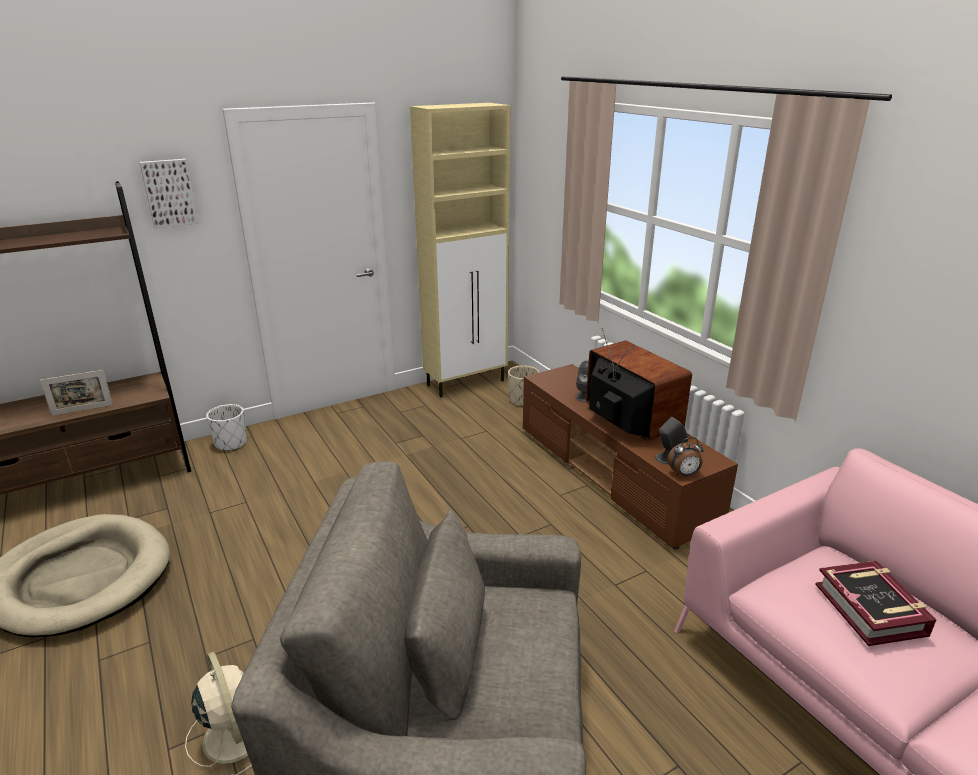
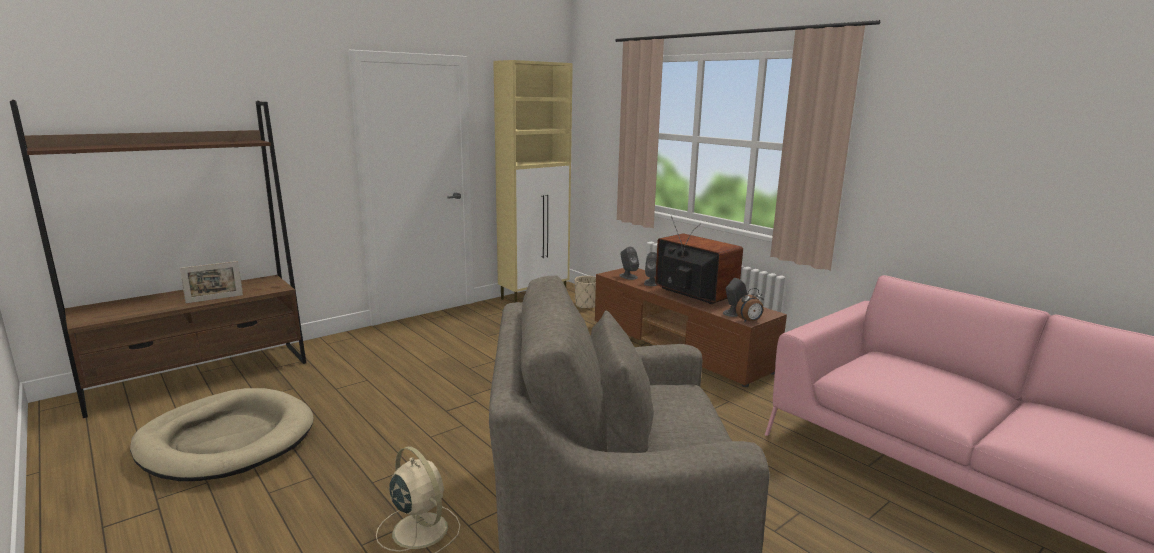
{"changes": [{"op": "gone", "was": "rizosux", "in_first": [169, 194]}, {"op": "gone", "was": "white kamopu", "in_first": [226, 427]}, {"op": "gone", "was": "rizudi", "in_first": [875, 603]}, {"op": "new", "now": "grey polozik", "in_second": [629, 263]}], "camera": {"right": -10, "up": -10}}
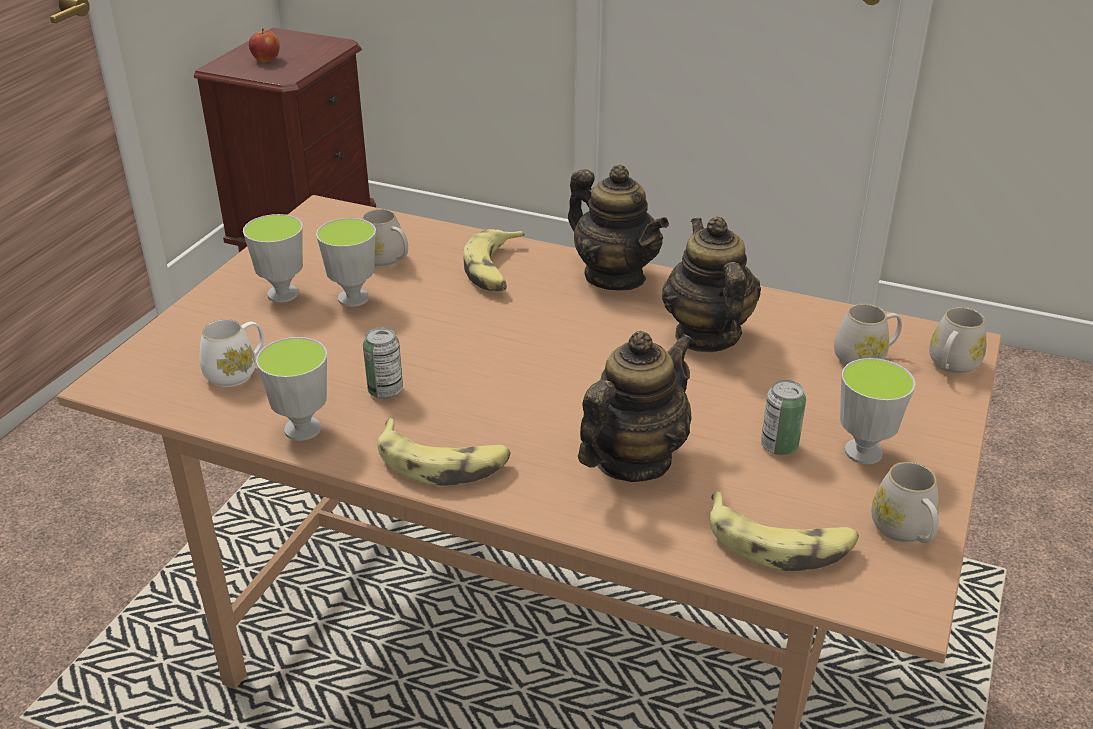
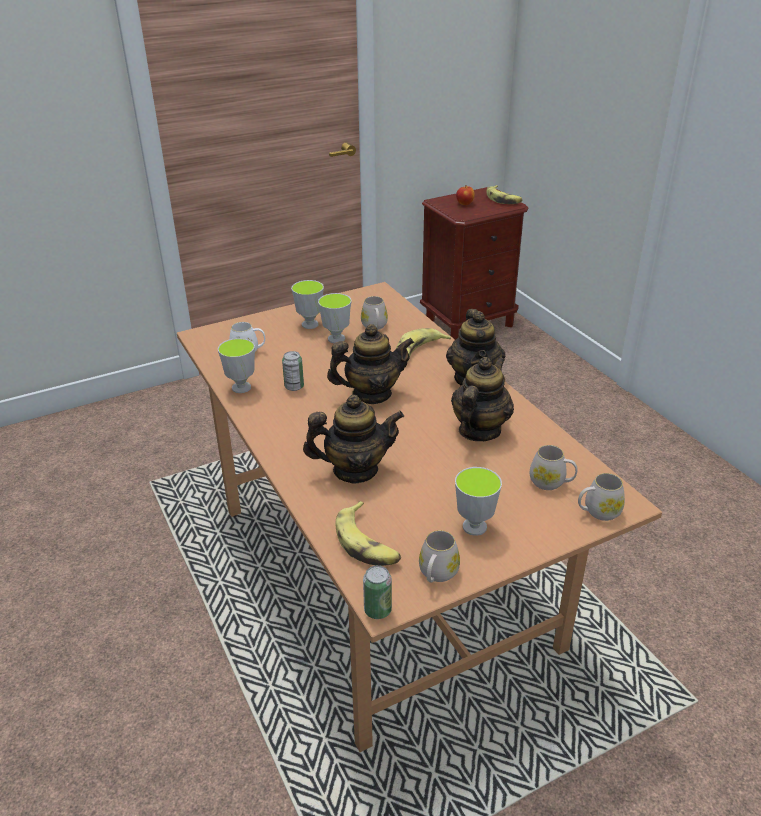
{"changes": [{"op": "shifted", "was": "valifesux", "in_first": [444, 452], "in_second": [504, 194]}, {"op": "shifted", "was": "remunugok", "in_first": [783, 417], "in_second": [377, 592]}, {"op": "new", "now": "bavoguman", "in_second": [370, 364]}], "camera": {"right": 40, "up": 0}}
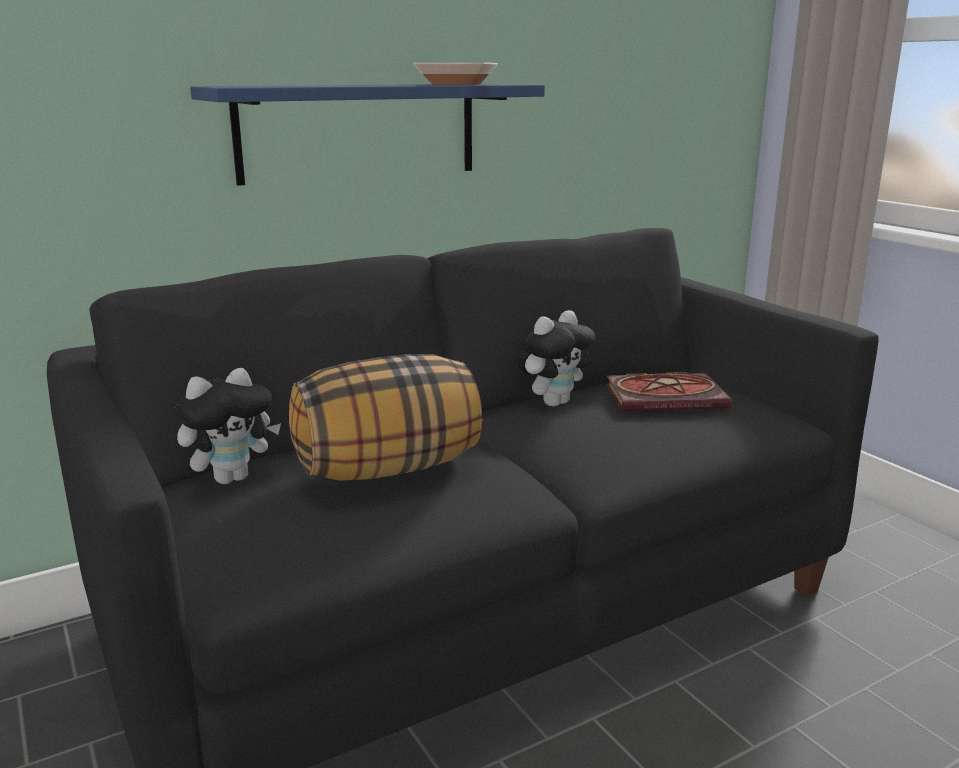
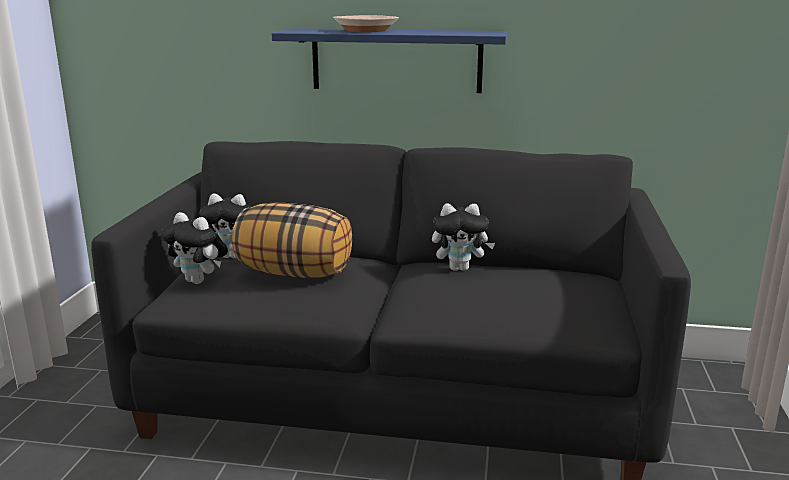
{"changes": [{"op": "shifted", "was": "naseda", "in_first": [455, 73], "in_second": [366, 24]}, {"op": "gone", "was": "rizudi", "in_first": [669, 391]}, {"op": "new", "now": "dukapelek", "in_second": [194, 248]}], "camera": {"right": 40, "up": 0}}
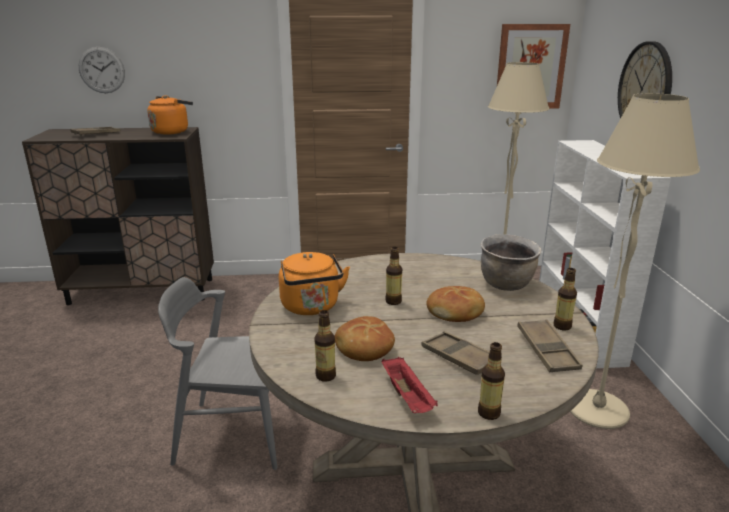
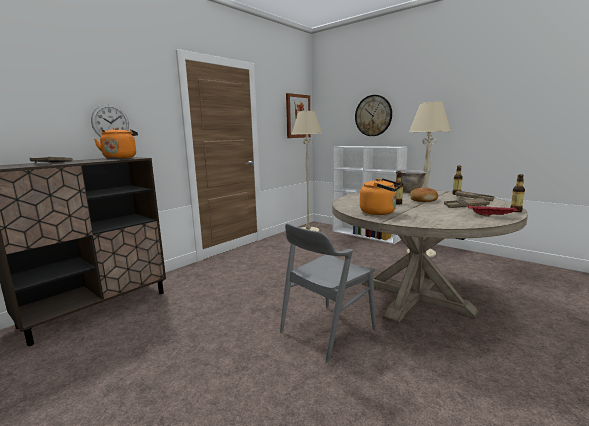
{"changes": [{"op": "shifted", "was": "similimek", "in_first": [101, 70], "in_second": [110, 120]}, {"op": "gone", "was": "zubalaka", "in_first": [325, 346]}, {"op": "gone", "was": "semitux", "in_first": [365, 338]}], "camera": {"right": -45, "up": -10}}
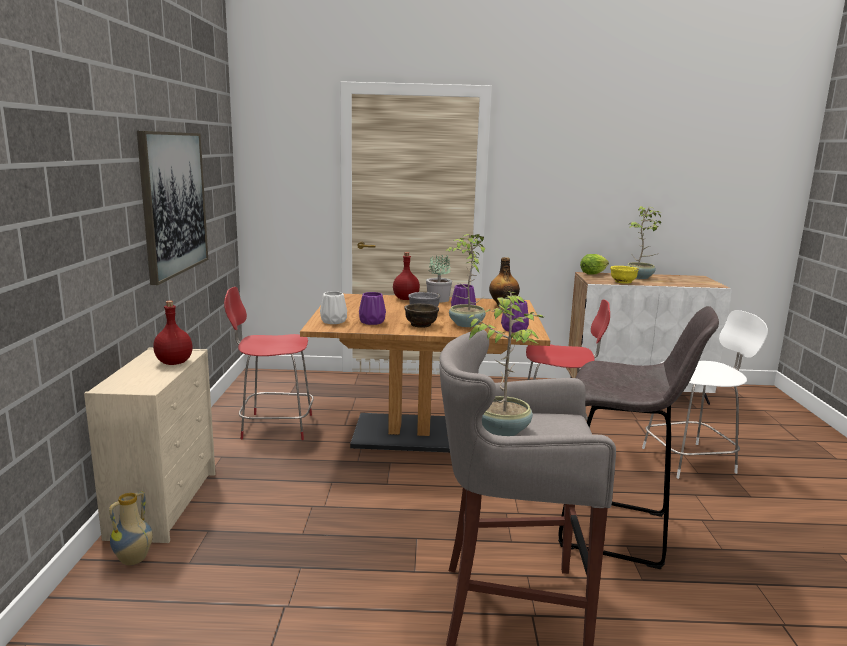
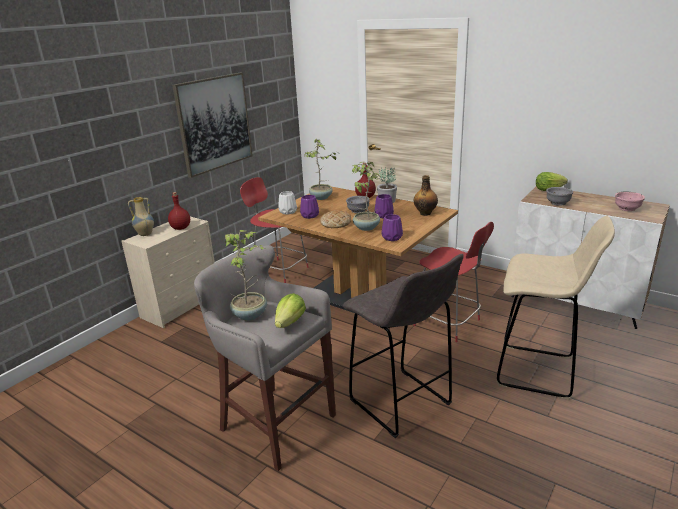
{"changes": [{"op": "shifted", "was": "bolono", "in_first": [131, 528], "in_second": [141, 216]}, {"op": "swapped", "was": "brown naseda", "now": "semitux", "in_first": [421, 315], "in_second": [335, 219]}, {"op": "repainted", "was": "yellow naseda", "now": "grey naseda", "in_first": [624, 275], "in_second": [559, 196]}, {"op": "shifted", "was": "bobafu", "in_first": [643, 242], "in_second": [320, 169]}, {"op": "swapped", "was": "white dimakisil", "now": "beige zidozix", "in_first": [705, 394], "in_second": [556, 308]}, {"op": "new", "now": "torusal", "in_second": [290, 310]}, {"op": "new", "now": "pink naseda", "in_second": [630, 201]}], "camera": {"right": 35, "up": 10}}
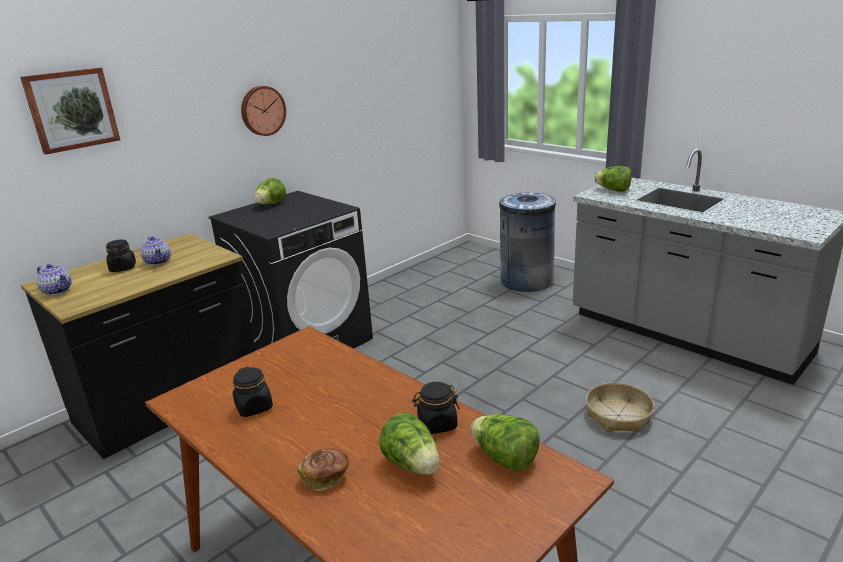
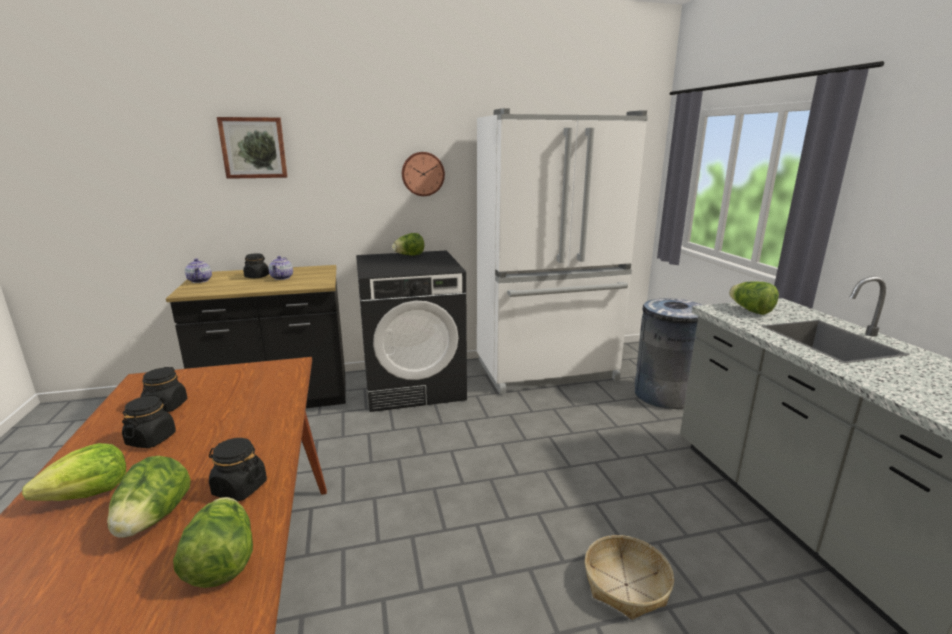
{"changes": [{"op": "swapped", "was": "semitux", "now": "torusal", "in_first": [323, 469], "in_second": [74, 472]}, {"op": "new", "now": "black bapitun", "in_second": [149, 422]}, {"op": "new", "now": "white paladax", "in_second": [562, 251]}], "camera": {"right": 30, "up": -5}}
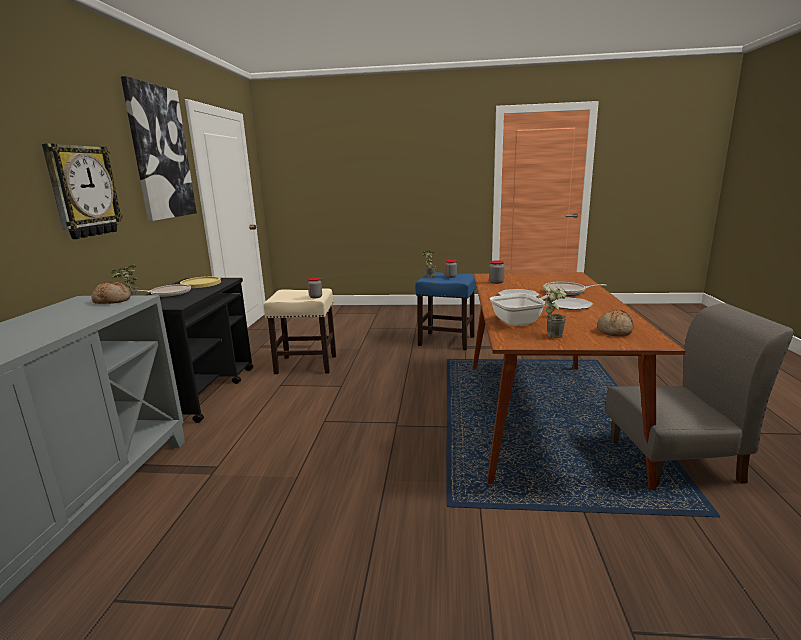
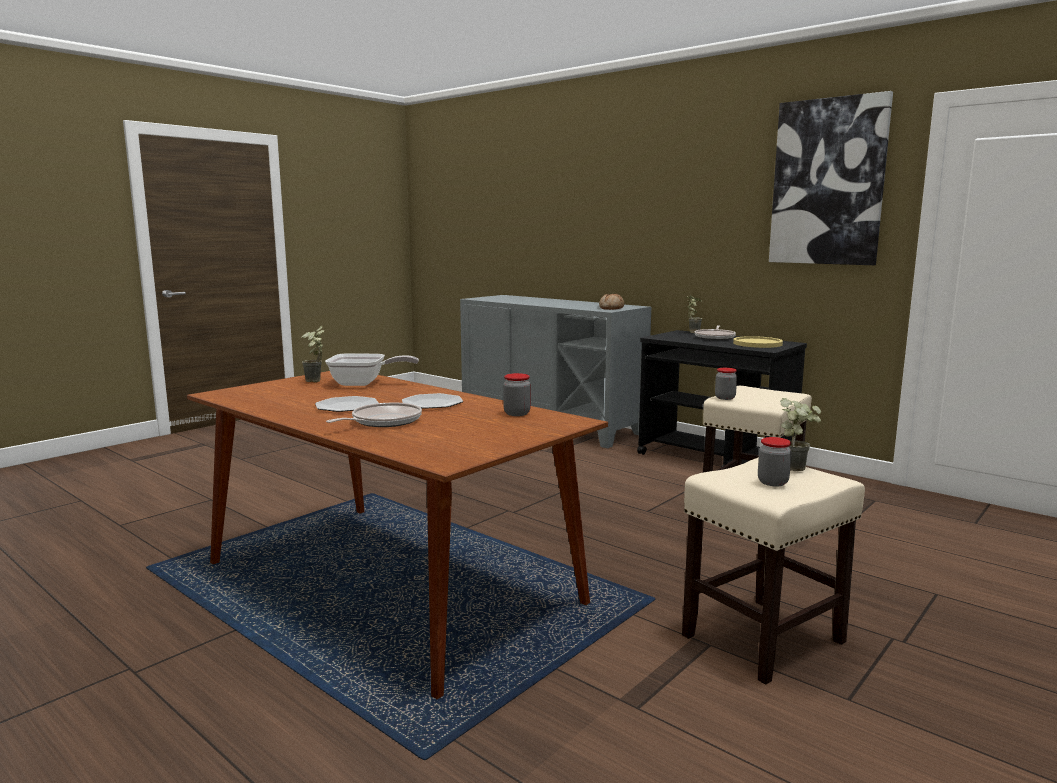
{"changes": [{"op": "gone", "was": "similimek", "in_first": [82, 191]}, {"op": "repainted", "was": "blue zidozix", "now": "beige zidozix", "in_first": [445, 311], "in_second": [773, 571]}, {"op": "rotated", "was": "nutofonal", "in_first": [528, 309], "in_second": [372, 369], "clockwise": -105}, {"op": "gone", "was": "semitux", "in_first": [615, 323]}, {"op": "gone", "was": "grey dimakisil", "in_first": [699, 395]}], "camera": {"right": 125, "up": -5}}
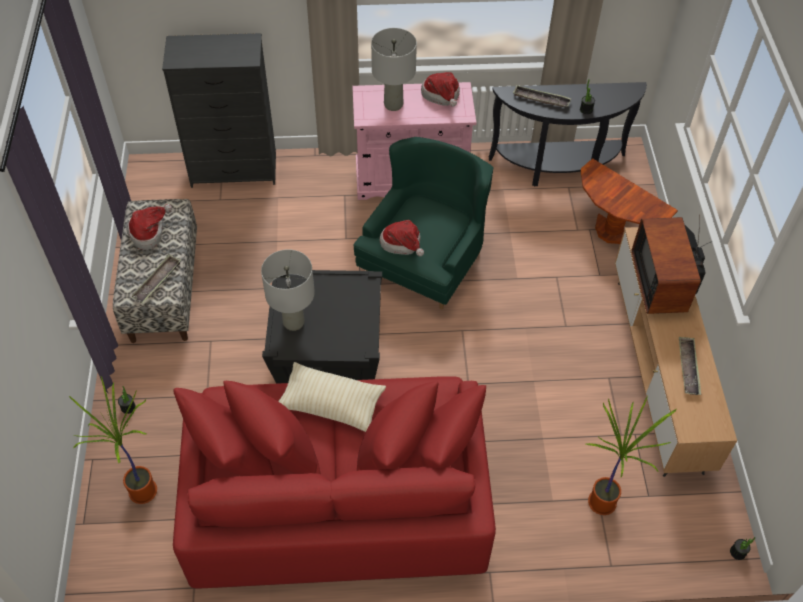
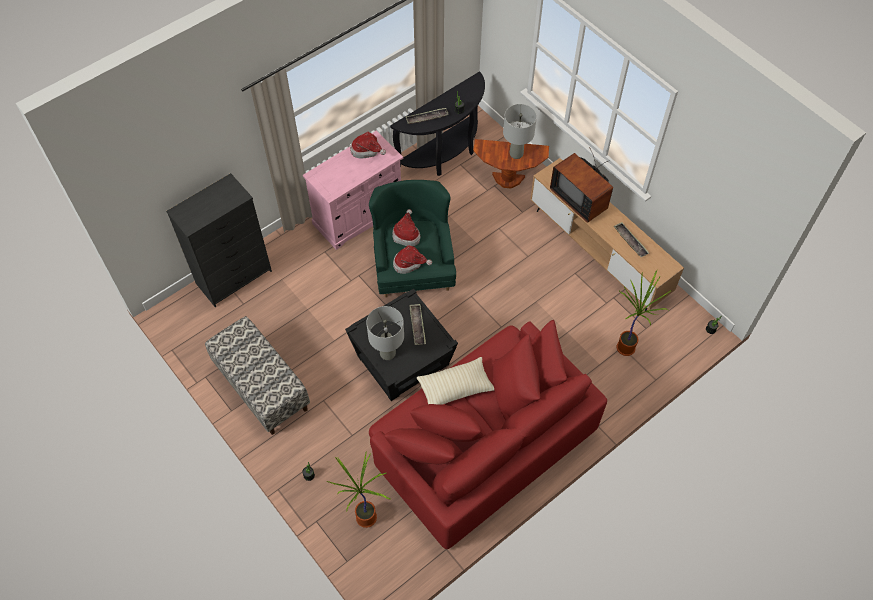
{"changes": [{"op": "shifted", "was": "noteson", "in_first": [149, 227], "in_second": [406, 227]}, {"op": "shifted", "was": "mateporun", "in_first": [156, 278], "in_second": [417, 324]}, {"op": "shifted", "was": "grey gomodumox", "in_first": [394, 69], "in_second": [520, 131]}], "camera": {"right": -35, "up": 5}}
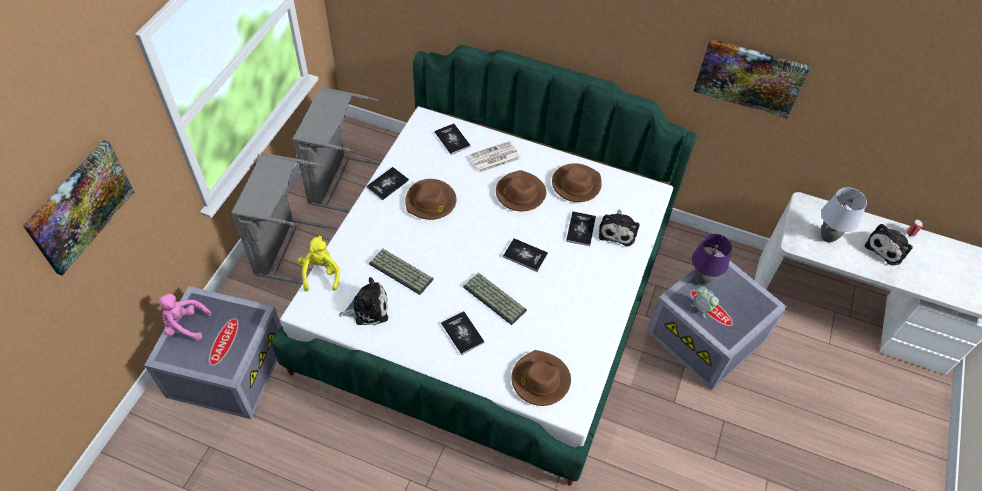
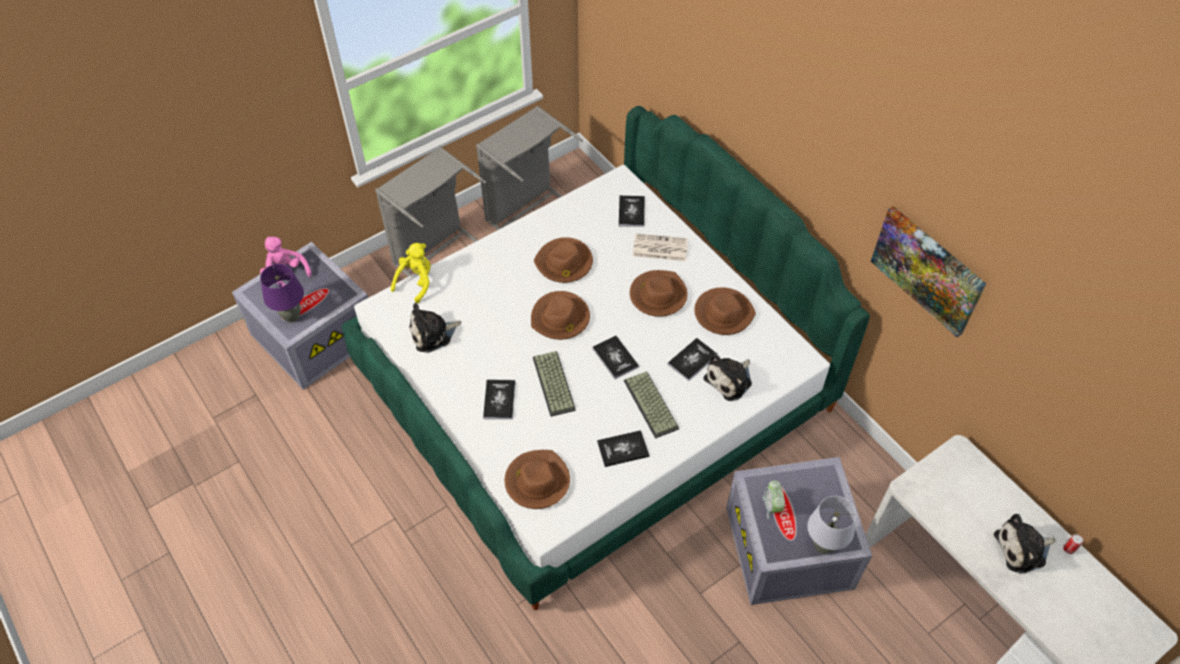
{"changes": [{"op": "gone", "was": "rizosux", "in_first": [78, 208]}, {"op": "rotated", "was": "dukapelek", "in_first": [363, 301], "in_second": [435, 328], "clockwise": 135}, {"op": "shifted", "was": "rizudi", "in_first": [387, 183], "in_second": [623, 448]}, {"op": "shifted", "was": "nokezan", "in_first": [401, 272], "in_second": [651, 405]}, {"op": "shifted", "was": "purple gomodumox", "in_first": [712, 259], "in_second": [282, 293]}, {"op": "shifted", "was": "grey gomodumox", "in_first": [844, 215], "in_second": [831, 525]}, {"op": "new", "now": "brown noteson", "in_second": [560, 315]}], "camera": {"right": 35, "up": 0}}
